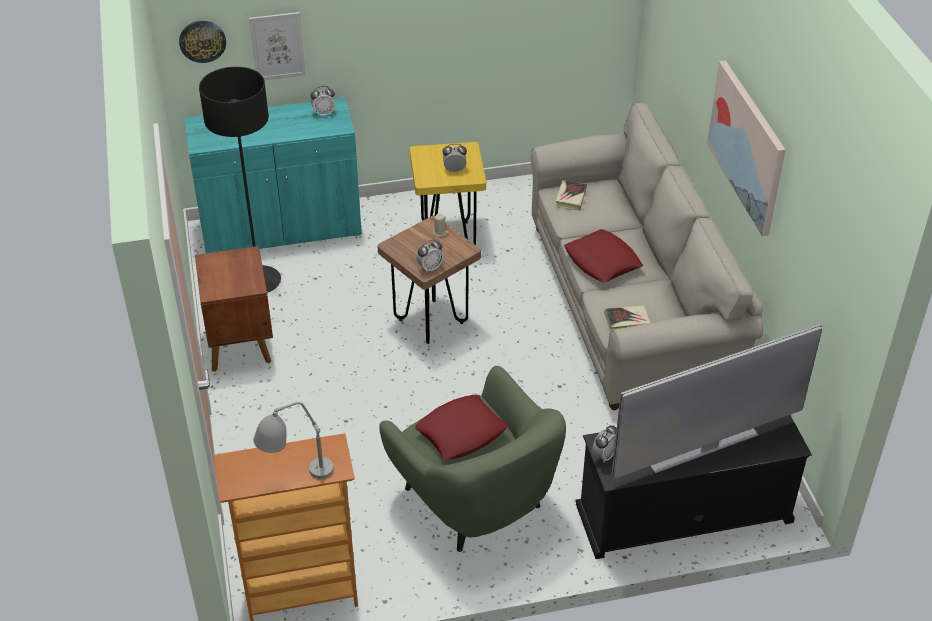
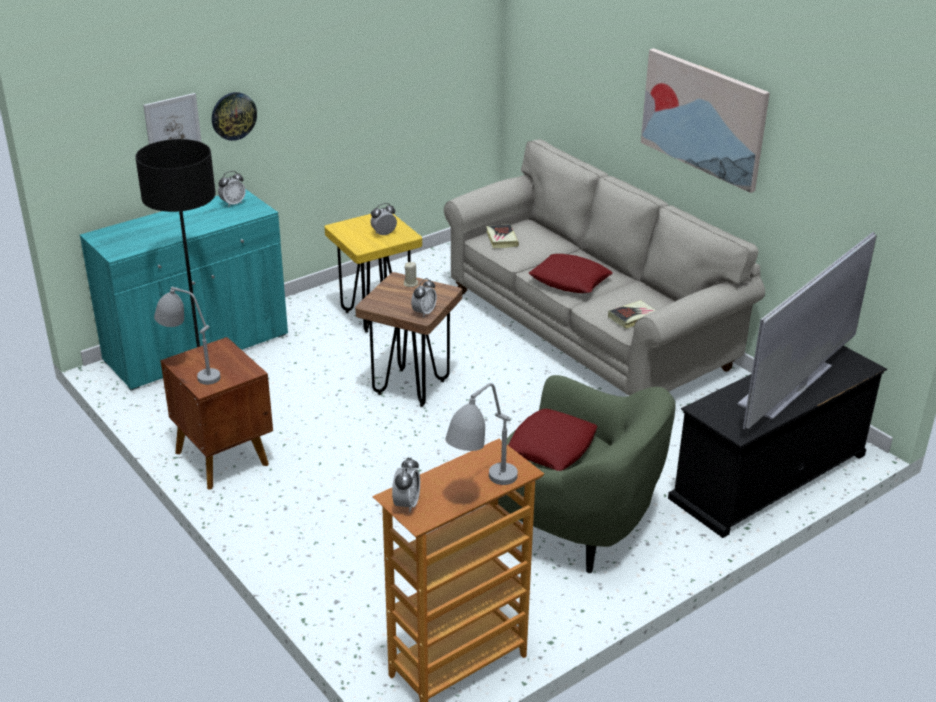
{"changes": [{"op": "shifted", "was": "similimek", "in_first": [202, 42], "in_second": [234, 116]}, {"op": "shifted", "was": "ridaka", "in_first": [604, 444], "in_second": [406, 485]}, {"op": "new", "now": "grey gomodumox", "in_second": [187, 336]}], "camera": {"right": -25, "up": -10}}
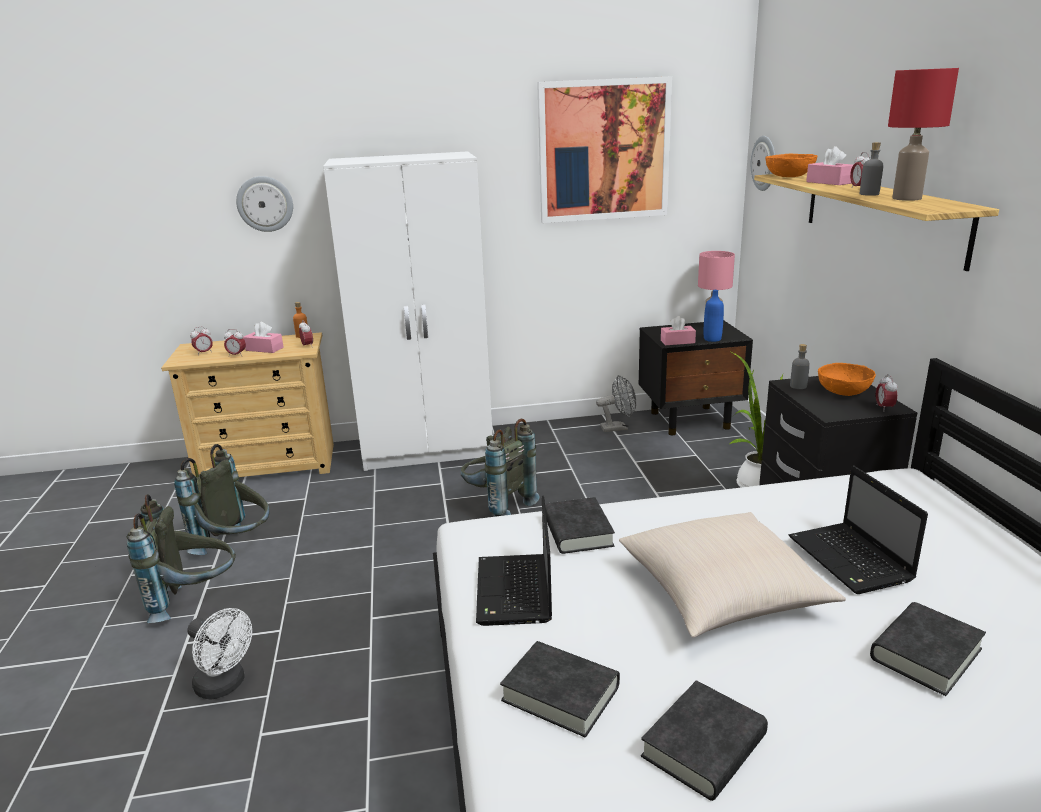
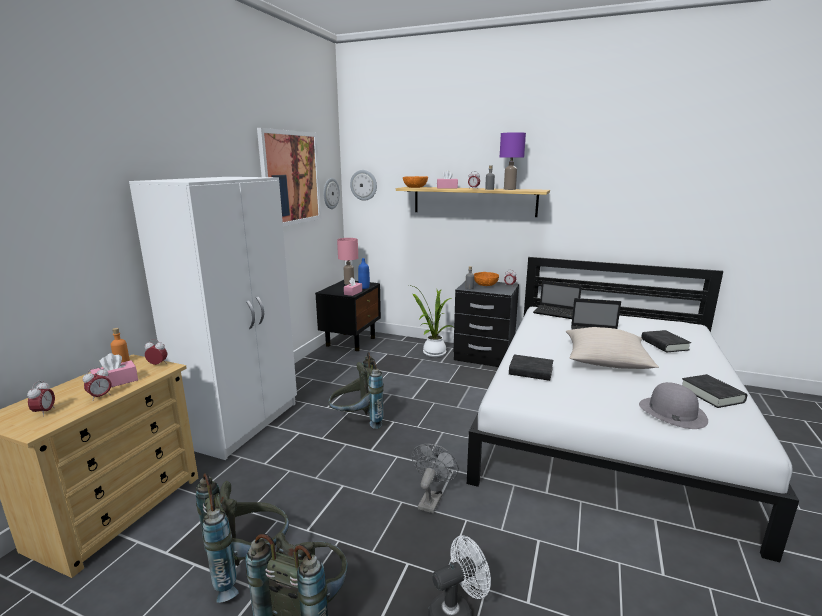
{"changes": [{"op": "shifted", "was": "similimek", "in_first": [264, 204], "in_second": [332, 193]}, {"op": "shifted", "was": "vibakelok", "in_first": [514, 561], "in_second": [557, 300]}, {"op": "swapped", "was": "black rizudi", "now": "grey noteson", "in_first": [560, 689], "in_second": [673, 405]}, {"op": "shifted", "was": "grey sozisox", "in_first": [616, 403], "in_second": [435, 478]}, {"op": "repainted", "was": "red gomodumox", "now": "purple gomodumox", "in_first": [923, 134], "in_second": [513, 161]}], "camera": {"right": -60, "up": -5}}
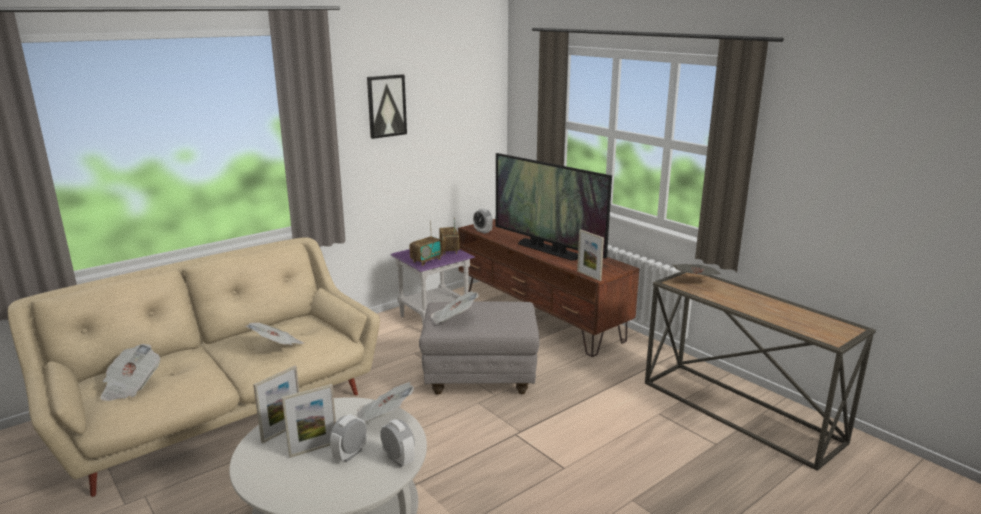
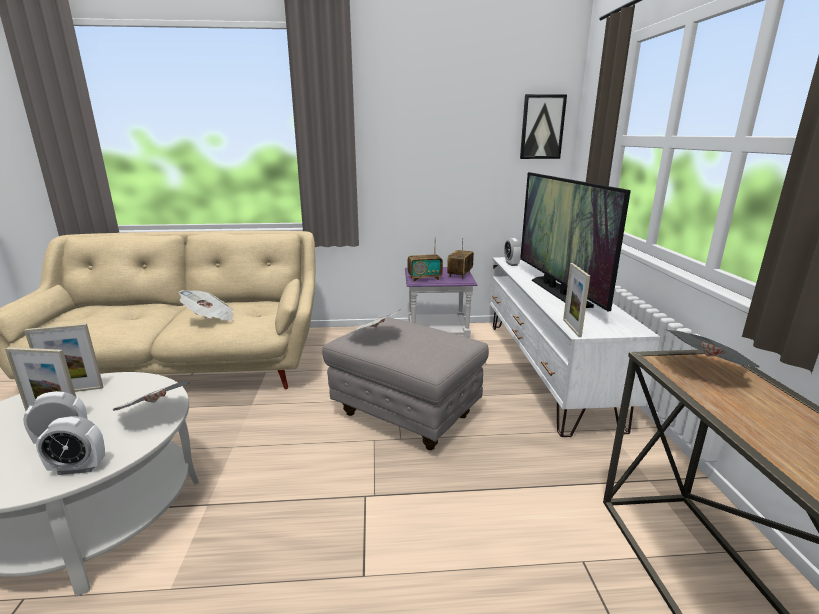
{"changes": [{"op": "gone", "was": "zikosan", "in_first": [130, 372]}, {"op": "shifted", "was": "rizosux", "in_first": [387, 106], "in_second": [543, 126]}, {"op": "rotated", "was": "ridaka", "in_first": [397, 443], "in_second": [70, 445], "clockwise": 90}, {"op": "repainted", "was": "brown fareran", "now": "white fareran", "in_first": [549, 288], "in_second": [574, 347]}], "camera": {"right": 35, "up": 0}}
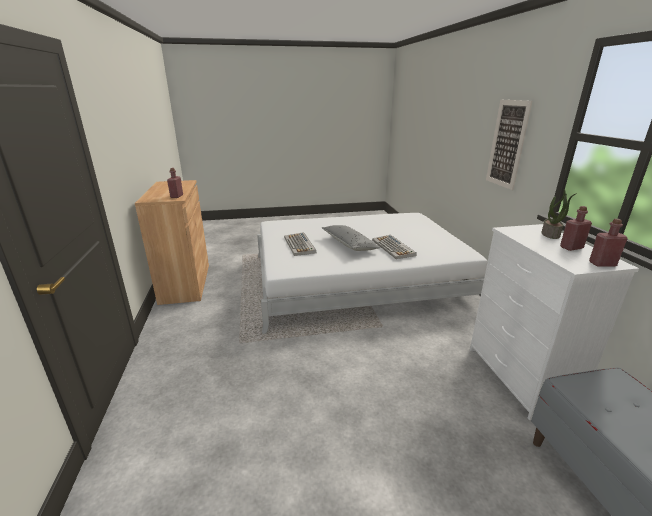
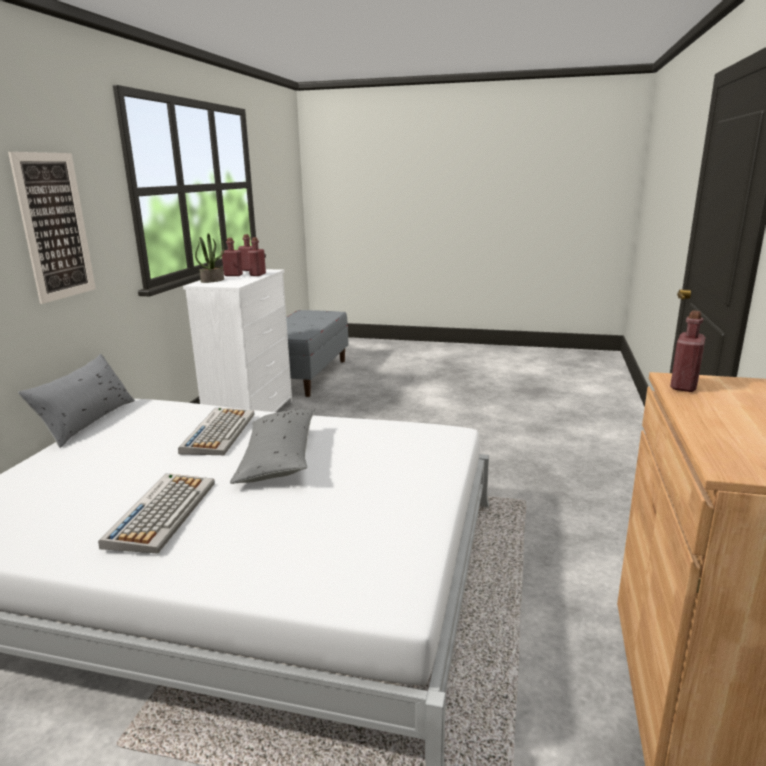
{"changes": [{"op": "shifted", "was": "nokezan", "in_first": [300, 244], "in_second": [156, 513]}, {"op": "new", "now": "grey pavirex", "in_second": [76, 401]}, {"op": "new", "now": "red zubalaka", "in_second": [256, 256]}], "camera": {"right": -155, "up": -5}}
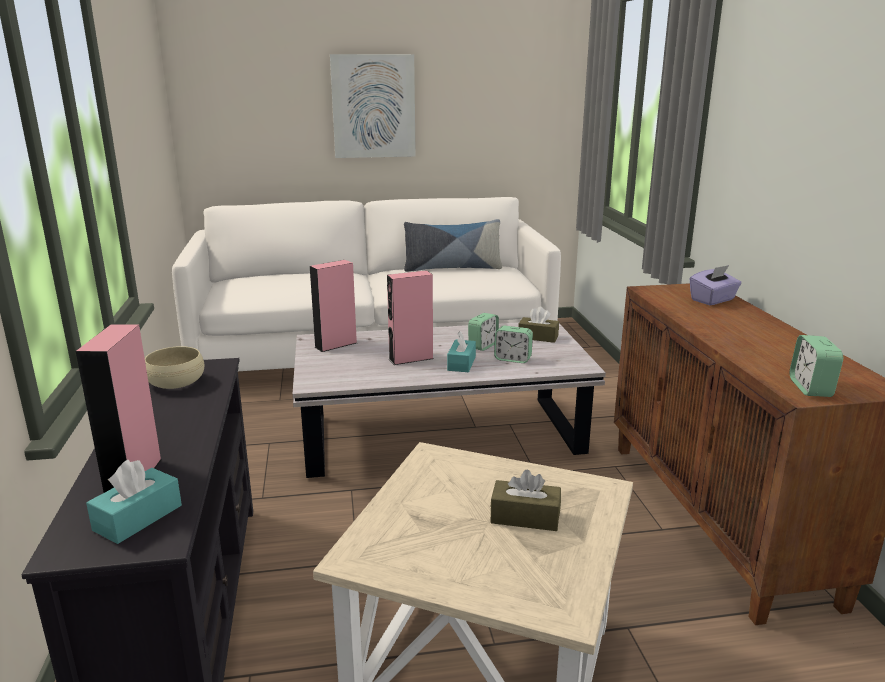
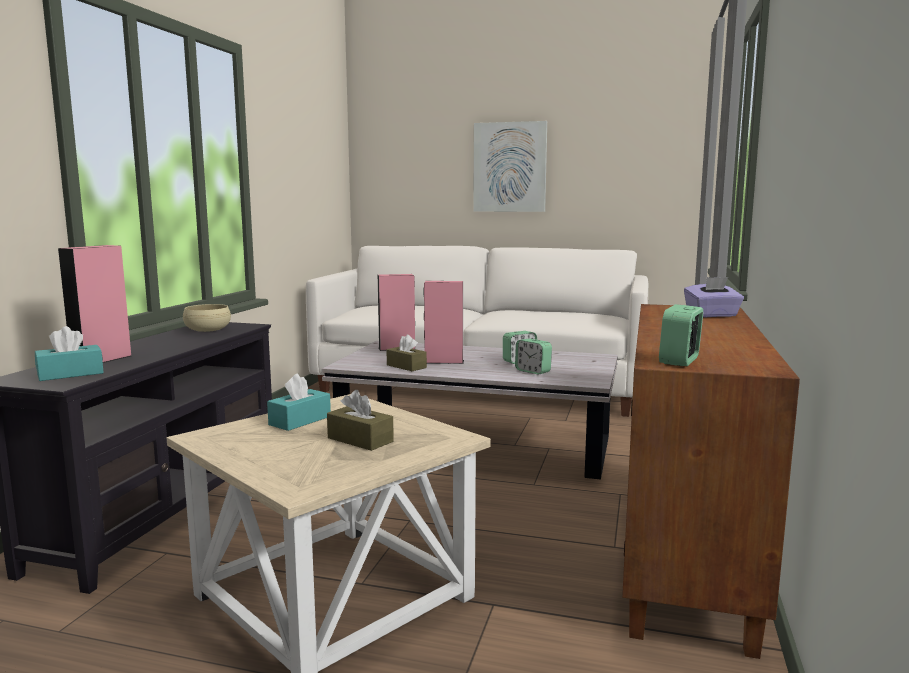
{"changes": [{"op": "gone", "was": "pavirex", "in_first": [453, 245]}, {"op": "shifted", "was": "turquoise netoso", "in_first": [461, 351], "in_second": [299, 402]}, {"op": "shifted", "was": "brown netoso", "in_first": [538, 325], "in_second": [407, 352]}], "camera": {"right": 25, "up": -10}}
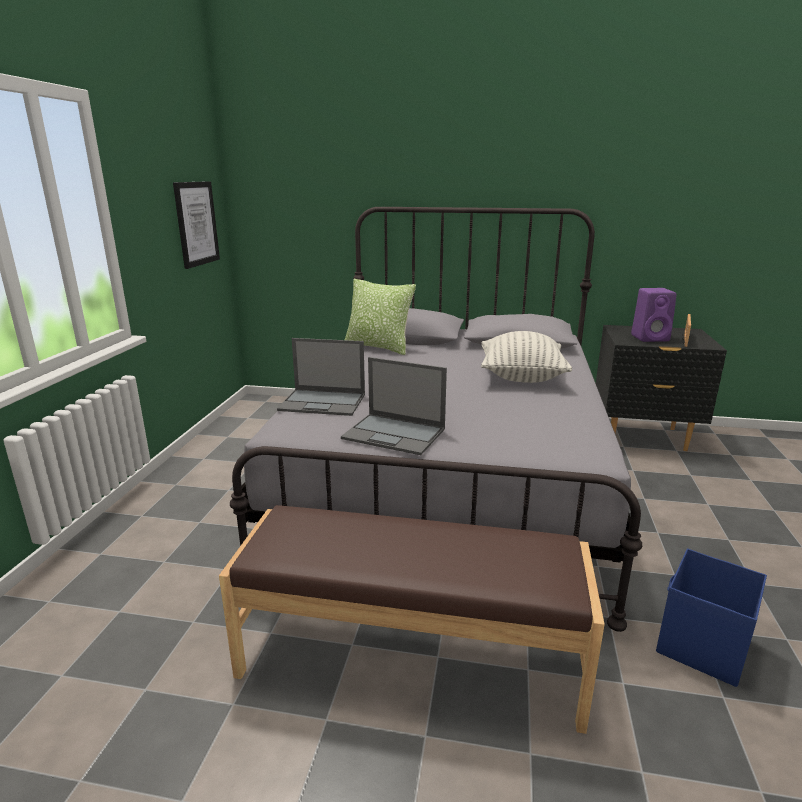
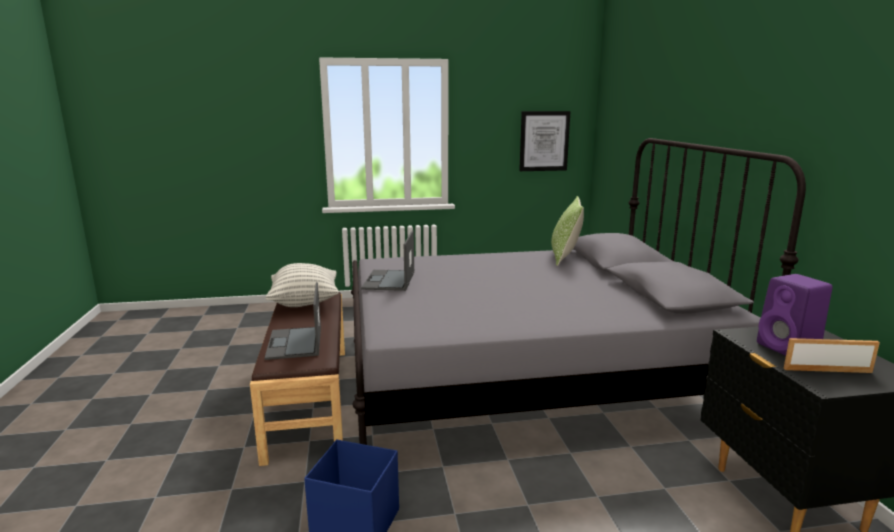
{"changes": [{"op": "shifted", "was": "vibakelok", "in_first": [321, 377], "in_second": [293, 321]}, {"op": "shifted", "was": "pavirex", "in_first": [526, 357], "in_second": [302, 285]}], "camera": {"right": 70, "up": -5}}
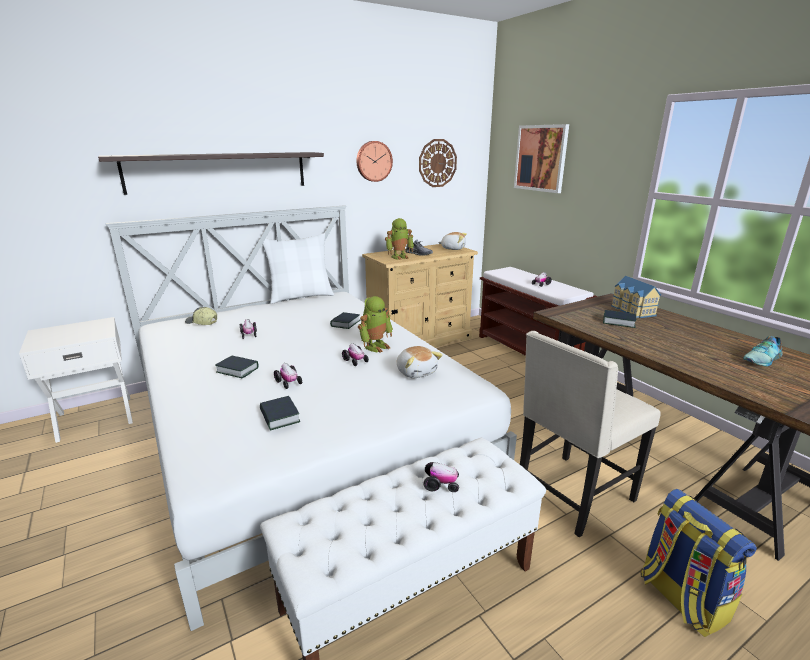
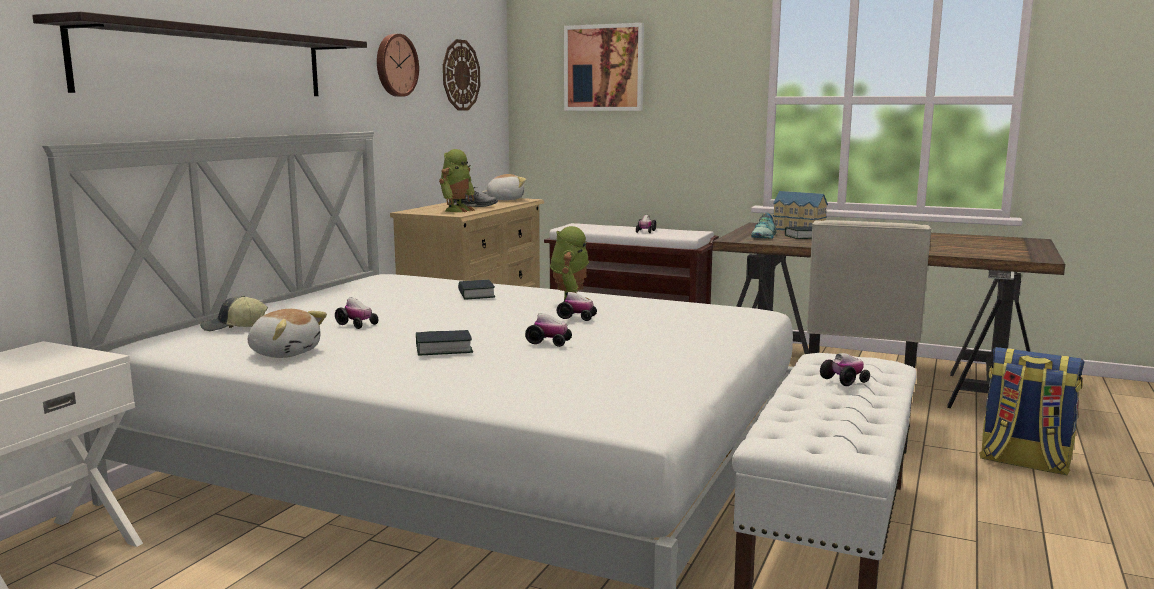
{"changes": [{"op": "gone", "was": "rizudi", "in_first": [280, 413]}, {"op": "gone", "was": "white pavirex", "in_first": [298, 268]}, {"op": "shifted", "was": "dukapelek", "in_first": [420, 362], "in_second": [287, 333]}, {"op": "shifted", "was": "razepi", "in_first": [763, 351], "in_second": [764, 225]}], "camera": {"right": -35, "up": -10}}
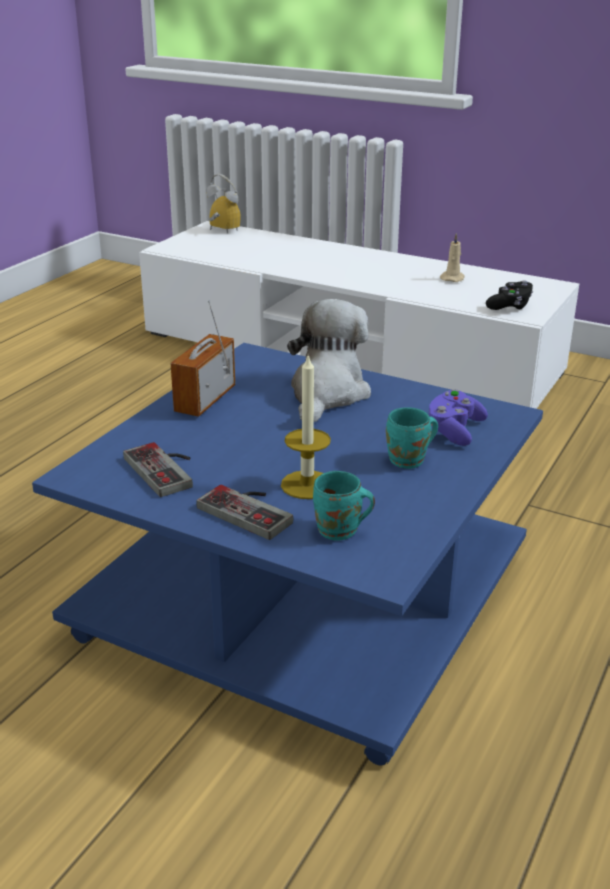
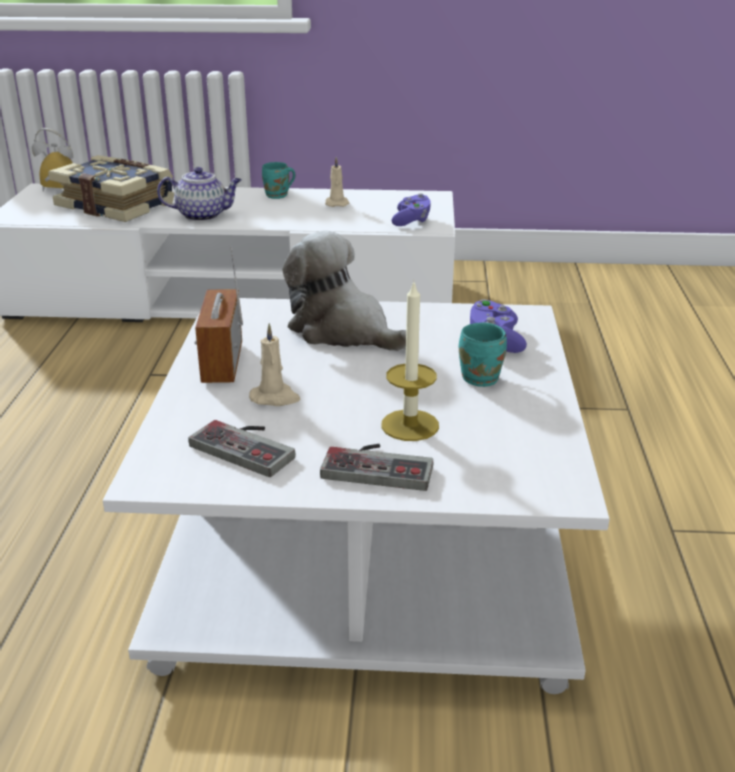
{"changes": [{"op": "repainted", "was": "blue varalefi", "now": "white varalefi", "in_first": [287, 554], "in_second": [356, 496]}, {"op": "rotated", "was": "dukapelek", "in_first": [329, 360], "in_second": [344, 290], "clockwise": -45}, {"op": "shifted", "was": "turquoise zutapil", "in_first": [344, 506], "in_second": [279, 180]}, {"op": "repainted", "was": "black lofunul", "now": "purple lofunul", "in_first": [509, 295], "in_second": [411, 209]}, {"op": "new", "now": "rizudi", "in_second": [111, 188]}, {"op": "new", "now": "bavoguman", "in_second": [199, 194]}, {"op": "new", "now": "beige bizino", "in_second": [274, 364]}], "camera": {"right": -25, "up": 0}}
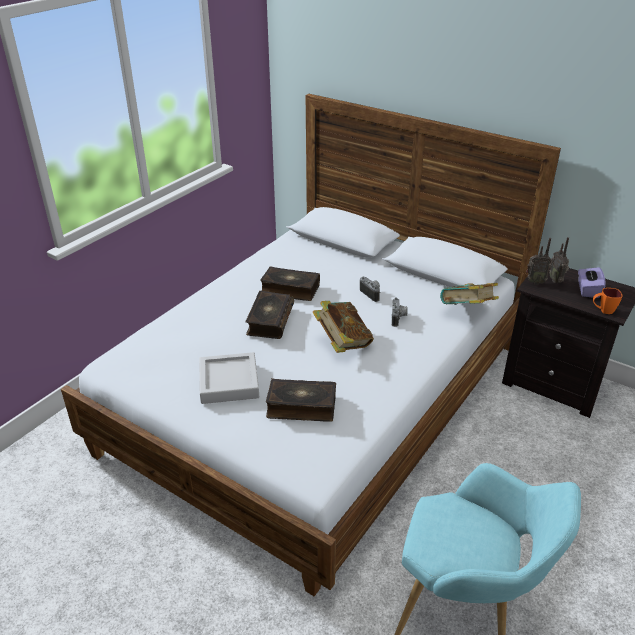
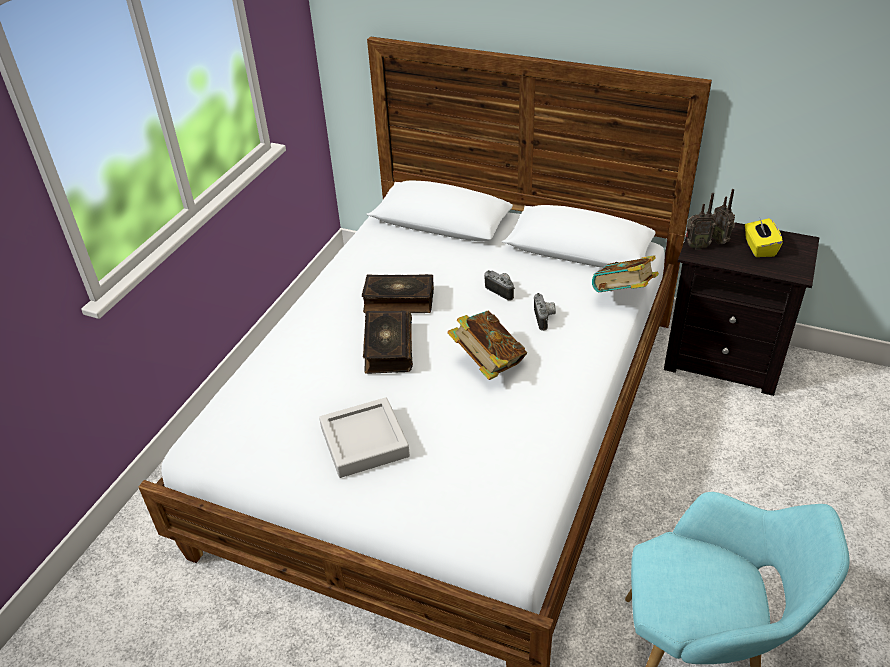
{"changes": [{"op": "gone", "was": "rizudi", "in_first": [301, 400]}, {"op": "repainted", "was": "purple netoso", "now": "yellow netoso", "in_first": [591, 282], "in_second": [764, 237]}, {"op": "gone", "was": "orange zutapil", "in_first": [607, 301]}], "camera": {"right": -10, "up": 5}}
